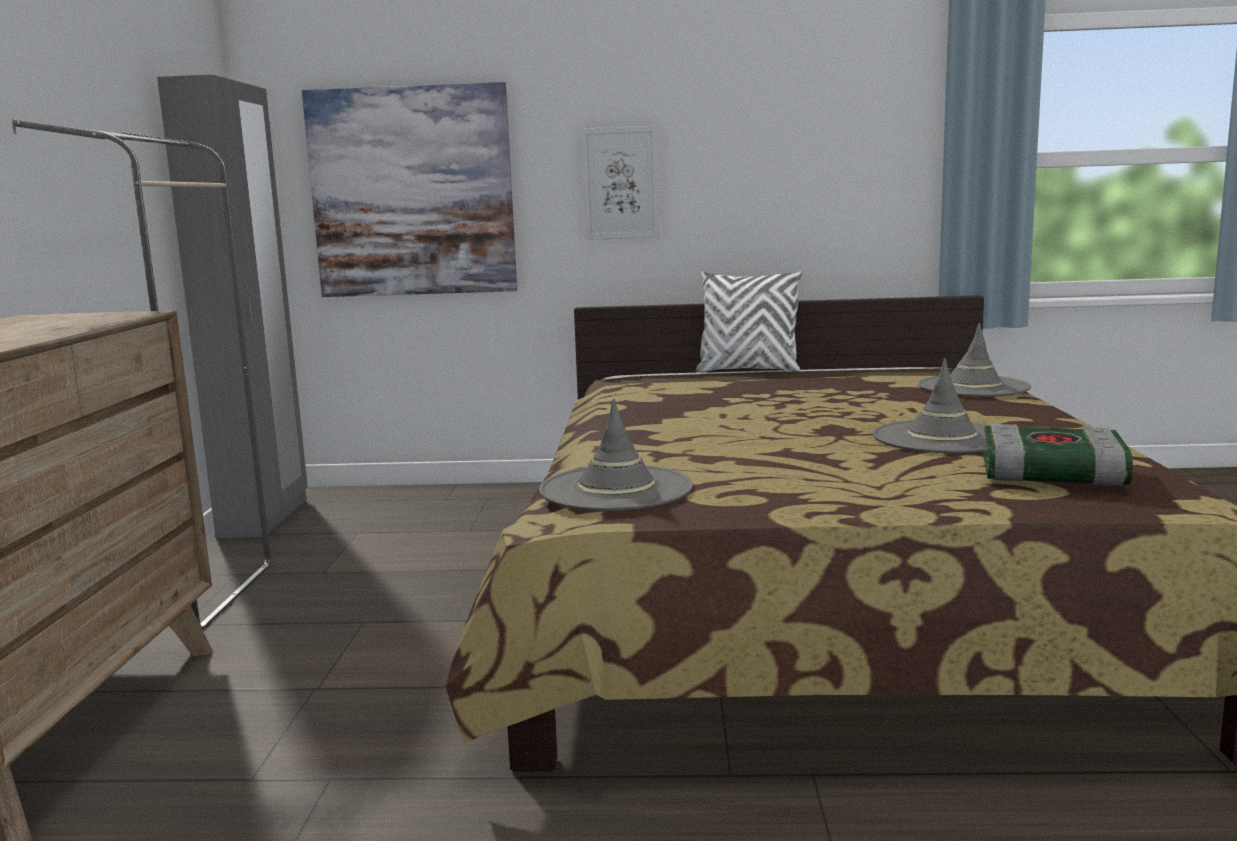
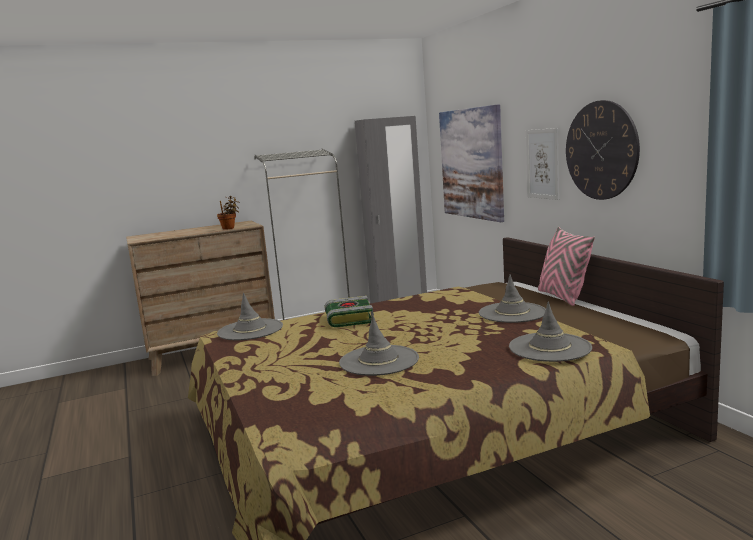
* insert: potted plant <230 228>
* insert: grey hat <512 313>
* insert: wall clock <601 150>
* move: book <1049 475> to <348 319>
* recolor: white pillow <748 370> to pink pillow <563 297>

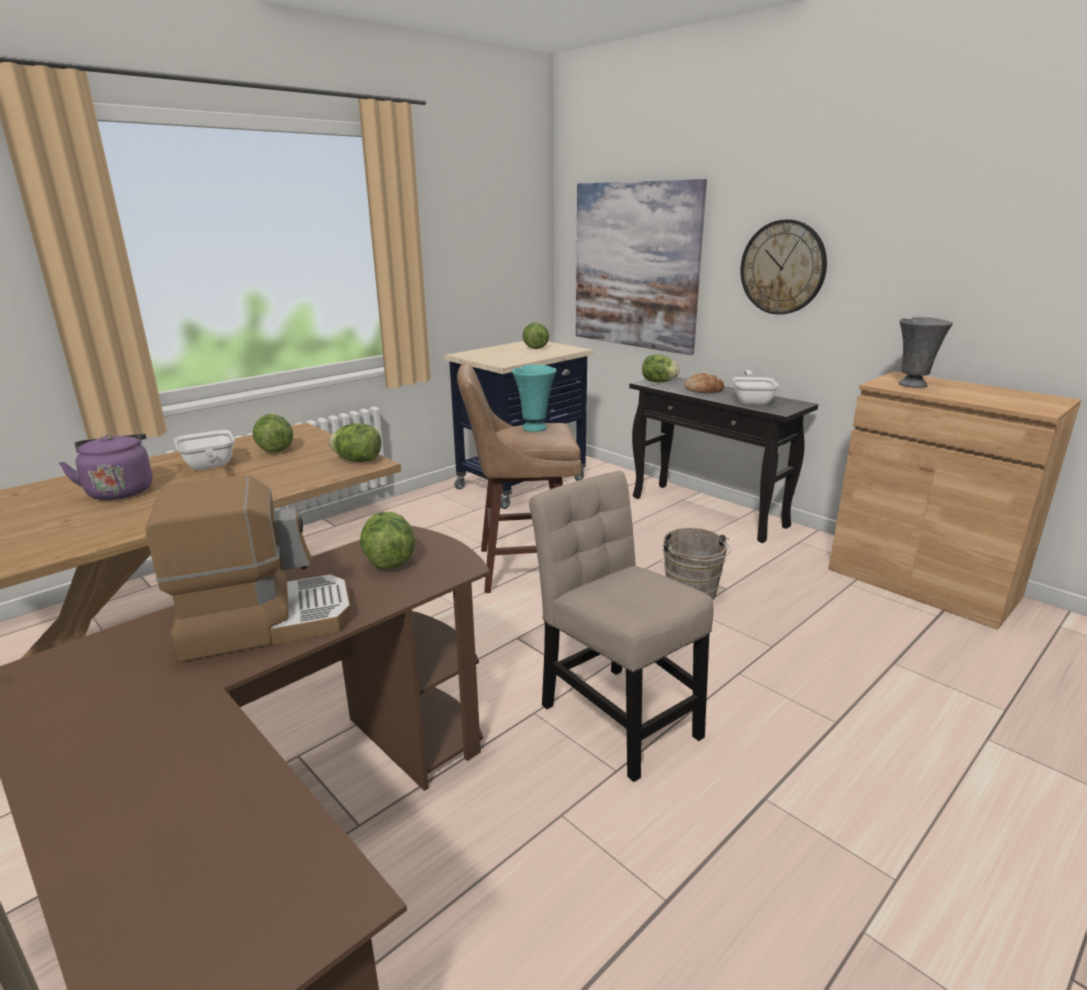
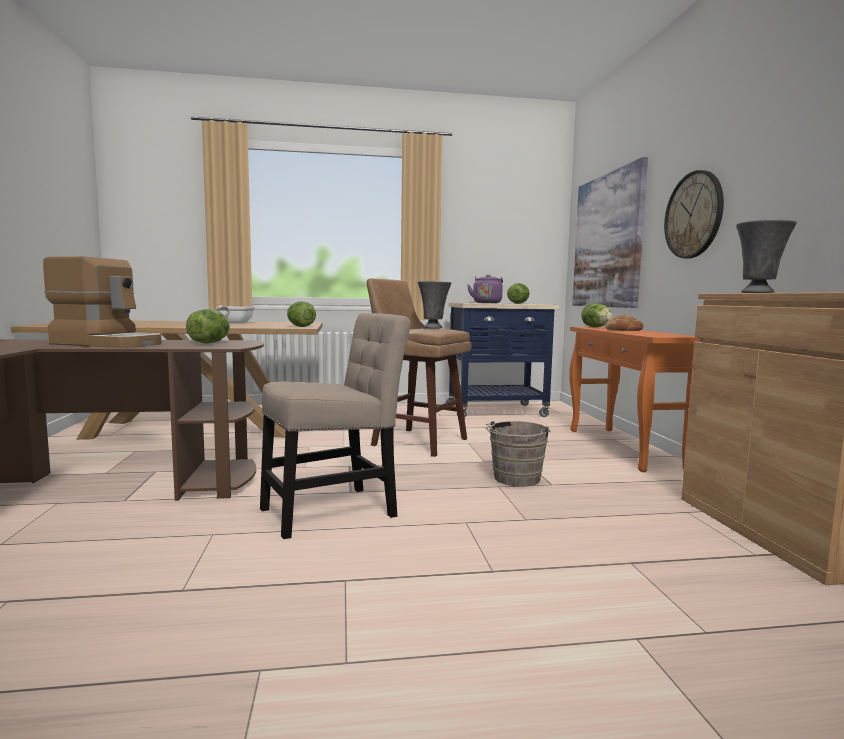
* delete: lettuce <275 449>
* delete: frying pan <752 401>
* move: purple kettle <120 491> to <487 303>
* recolor: turquoise vase <535 428> to grey vase <433 328>
* recolor: black console table <709 512> to orange console table <624 448>
* rotate: beige chair <615 714> = <335 510> 60 degrees clockwise

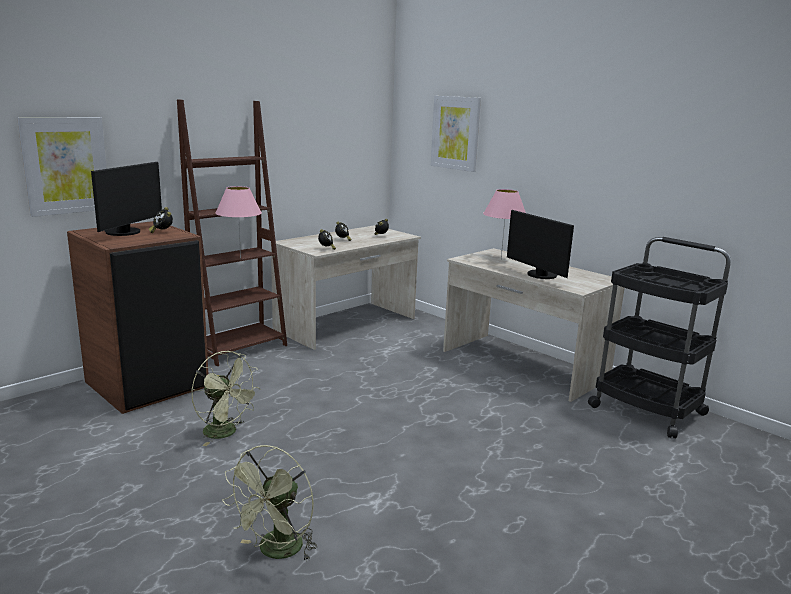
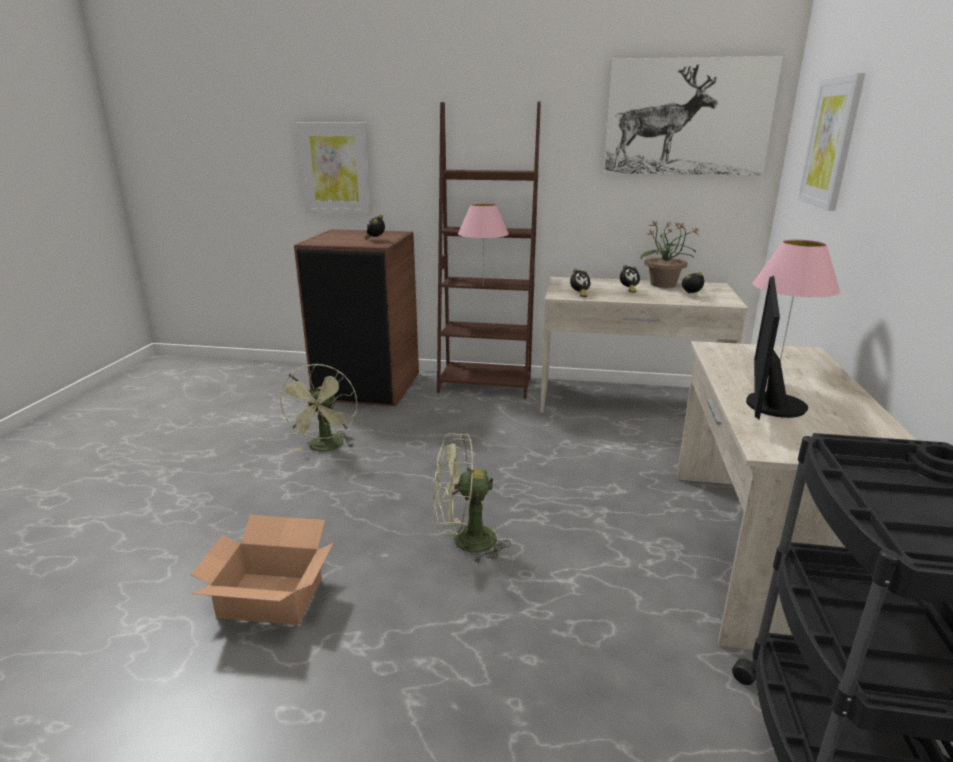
* delete: monitor <126 232>
* insert: cardboard box <270 597>
* insert: picture <687 117>
* insert: potted plant <663 285>
* move: green fan <276 552> to <464 542>

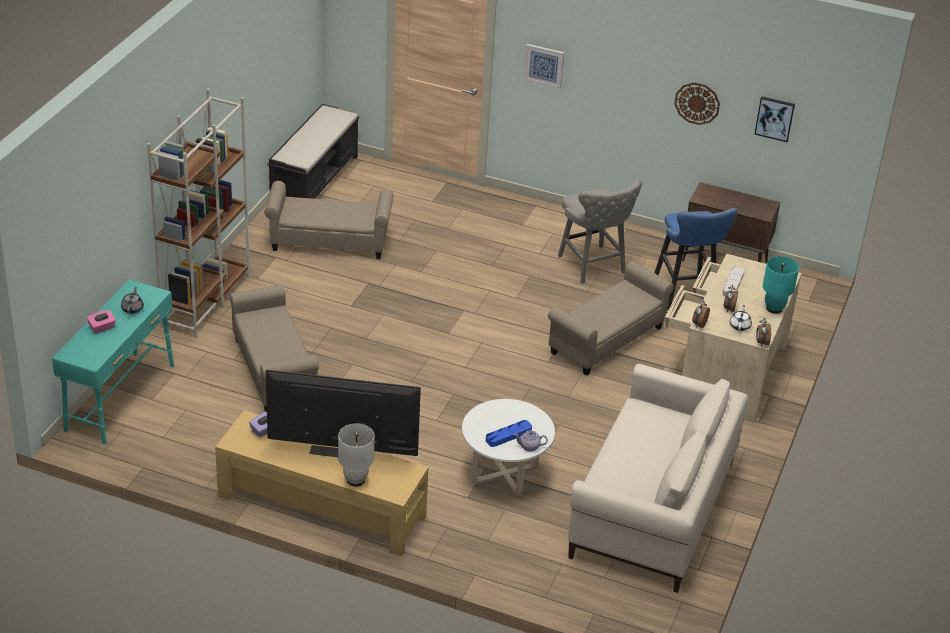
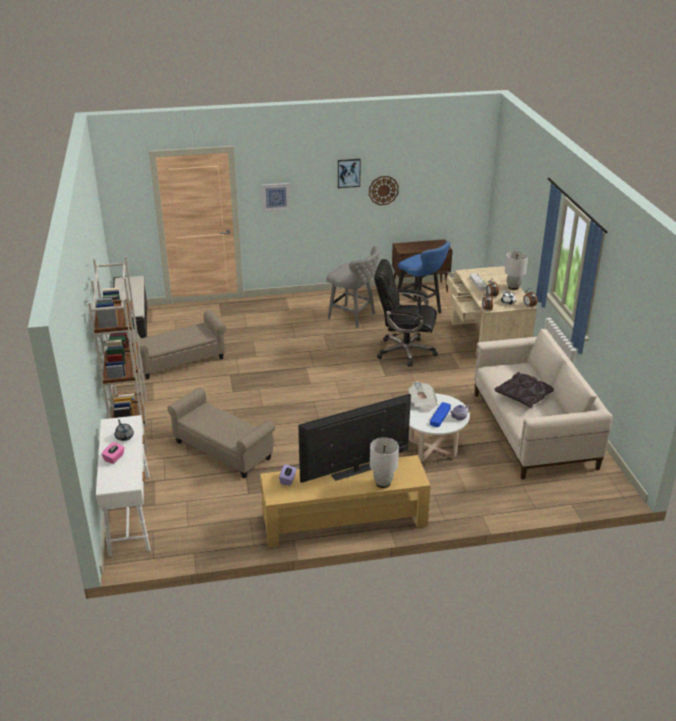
* insert: newspaper <422 404>
* insert: black pillow <524 395>
* move: picture <774 118> to <348 173>
* replace: beige ottoman <606 340> to black office chair <404 351>
* recolor: turquoise console table <121 398> to white console table <131 514>
* recolor: turquoise table lamp <774 308> to white table lamp <513 287>

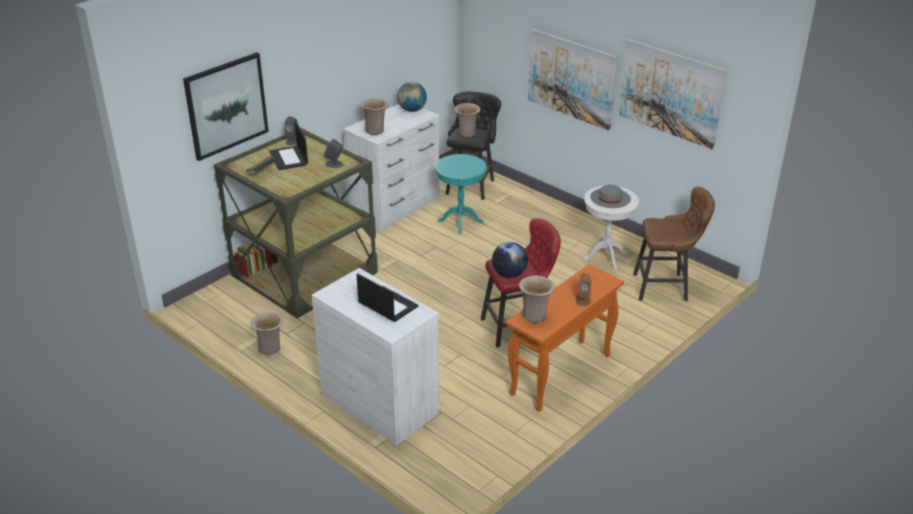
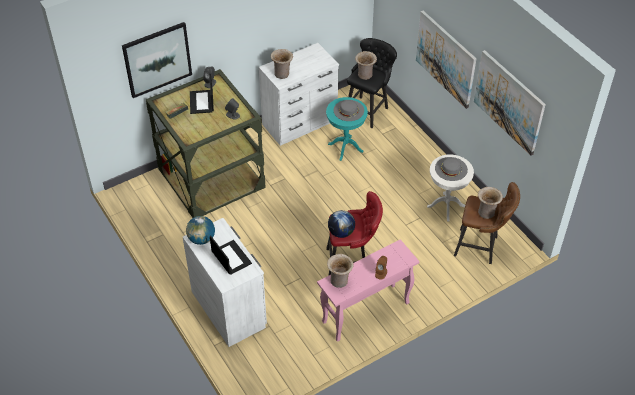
* insert: grey hat <348 110>
* move: beige vase <270 348> to <486 212>
* move: globe <412 110> to <201 239>
* recolor: orange console table <560 375> to pink console table <365 313>

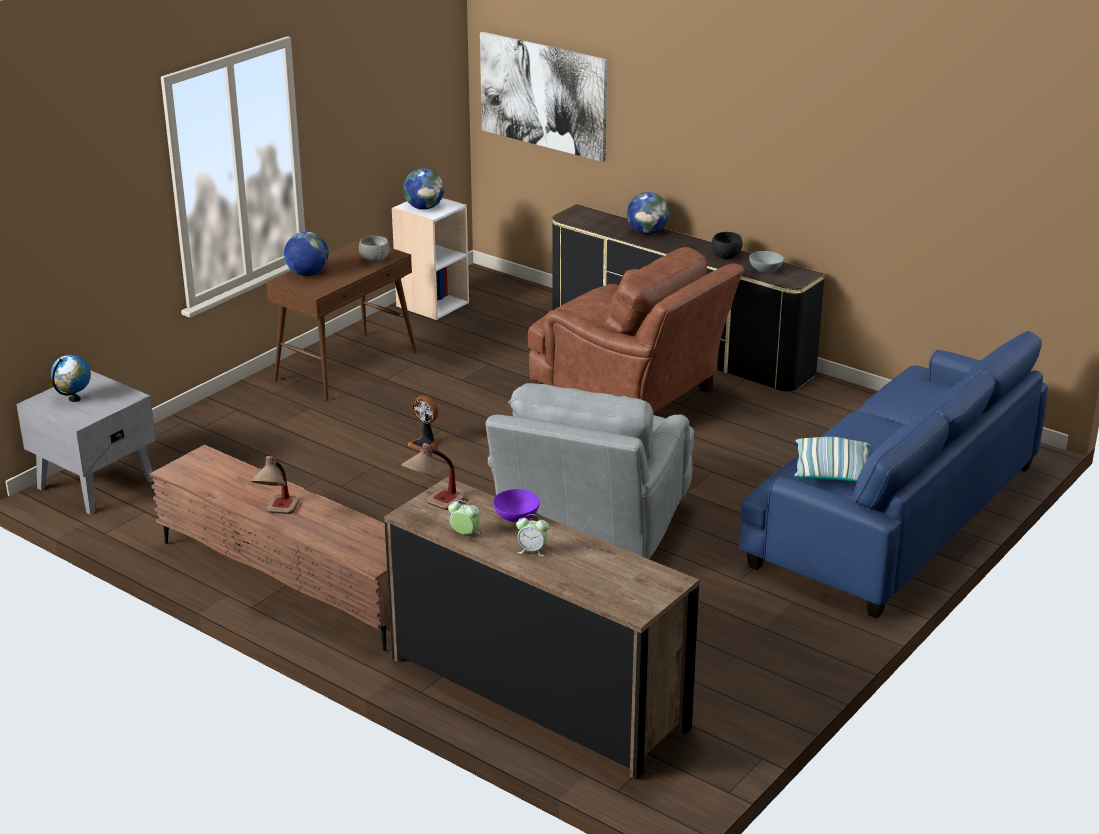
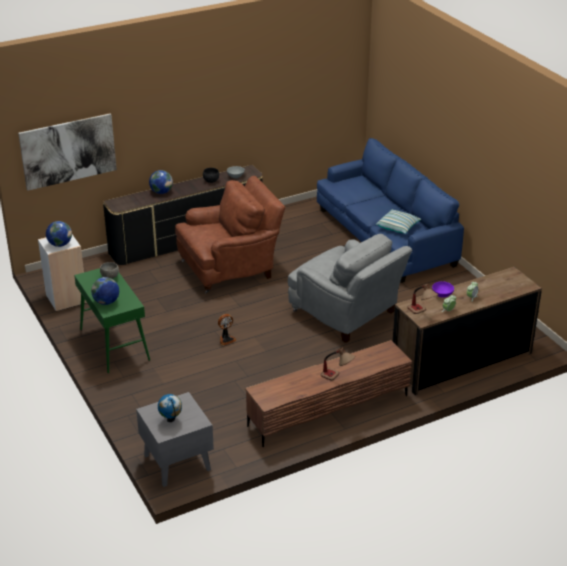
* recolor: brown console table <346 365> to green console table <114 344>

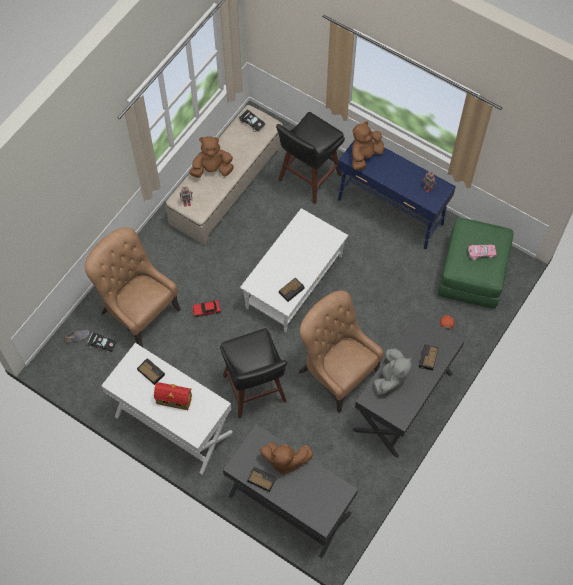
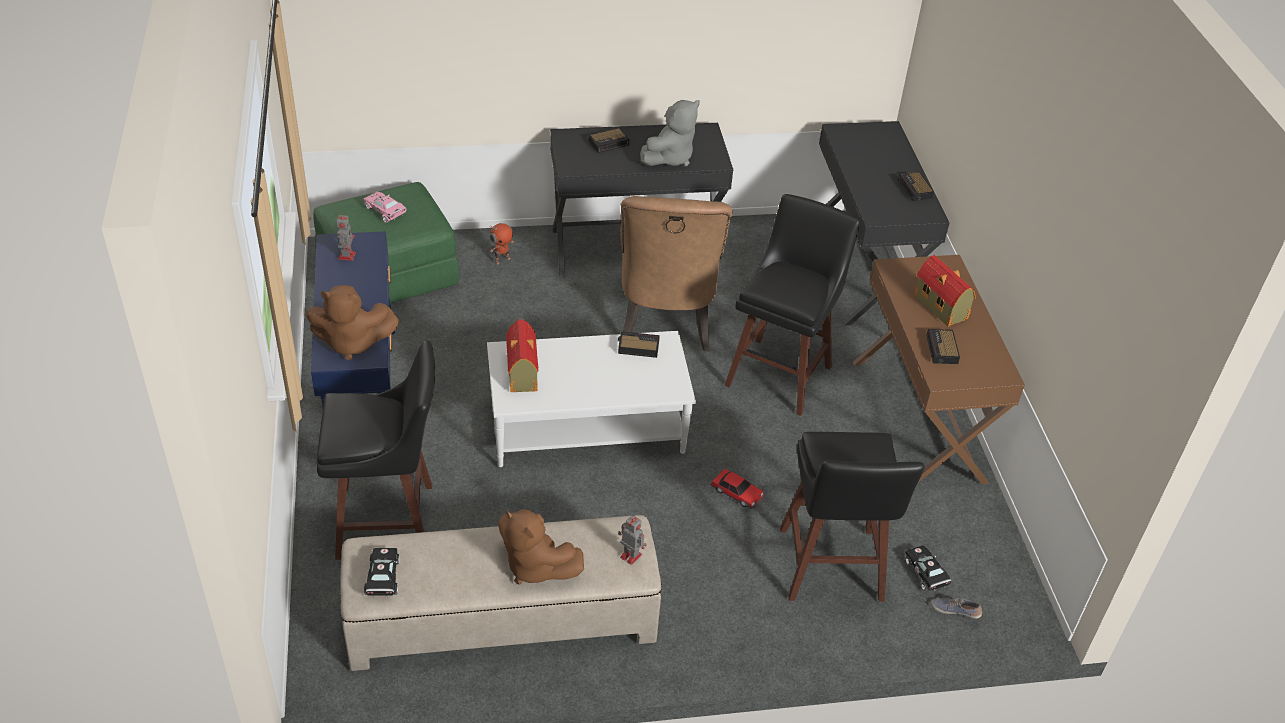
* delete: brown plush toy <284 460>
* insert: toy house <522 374>
* replace: brown chair <139 311> to black stool <831 568>
* recolor: white console table <173 424> to brown console table <919 420>
* rotate: grey plush toy <391 378> = <670 157> 150 degrees clockwise

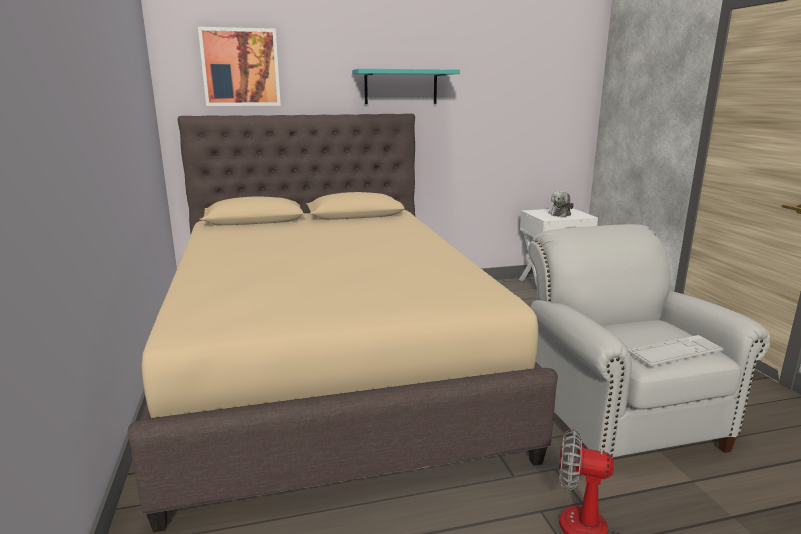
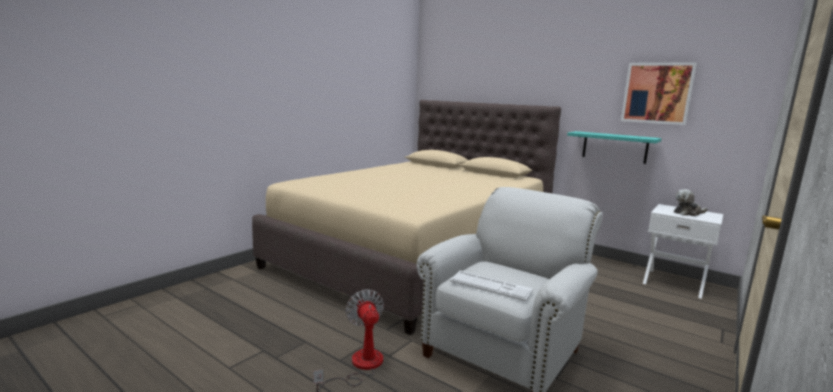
* move: picture <240 67> to <657 93>
* move: turquoise shelf <401 87> to <614 147>

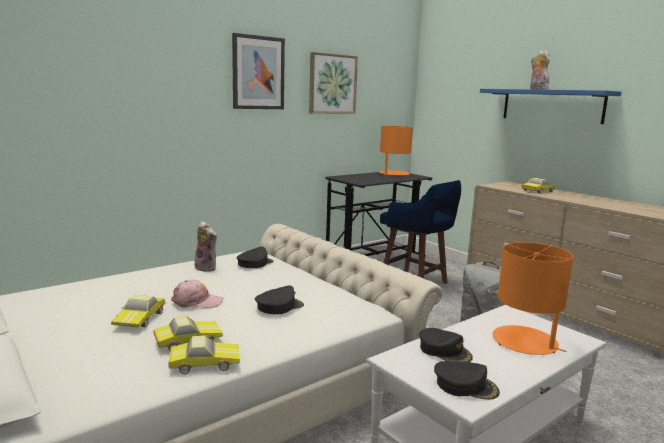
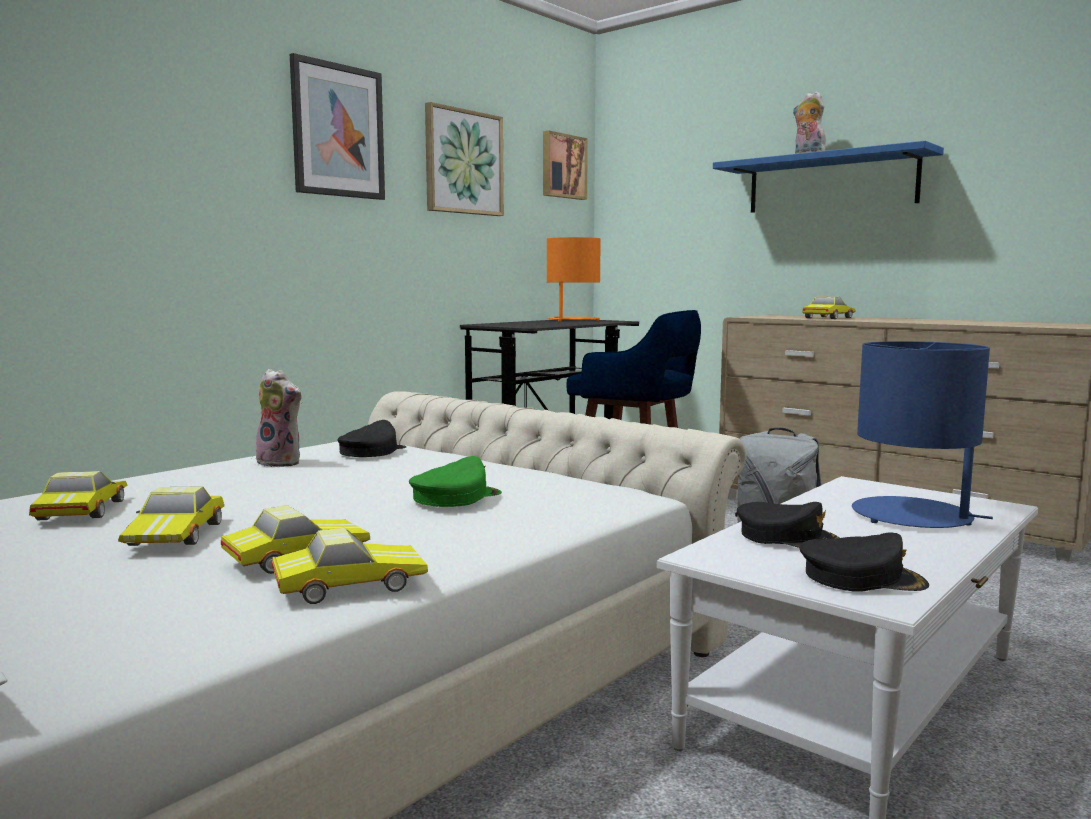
* delete: pink cap <197 301>
* insert: toy car <79 510>
* insert: picture <562 166>
* recolor: black cap <279 306> to green cap <455 497>
* recolor: orange table lamp <525 342> to blue table lamp <913 516>

